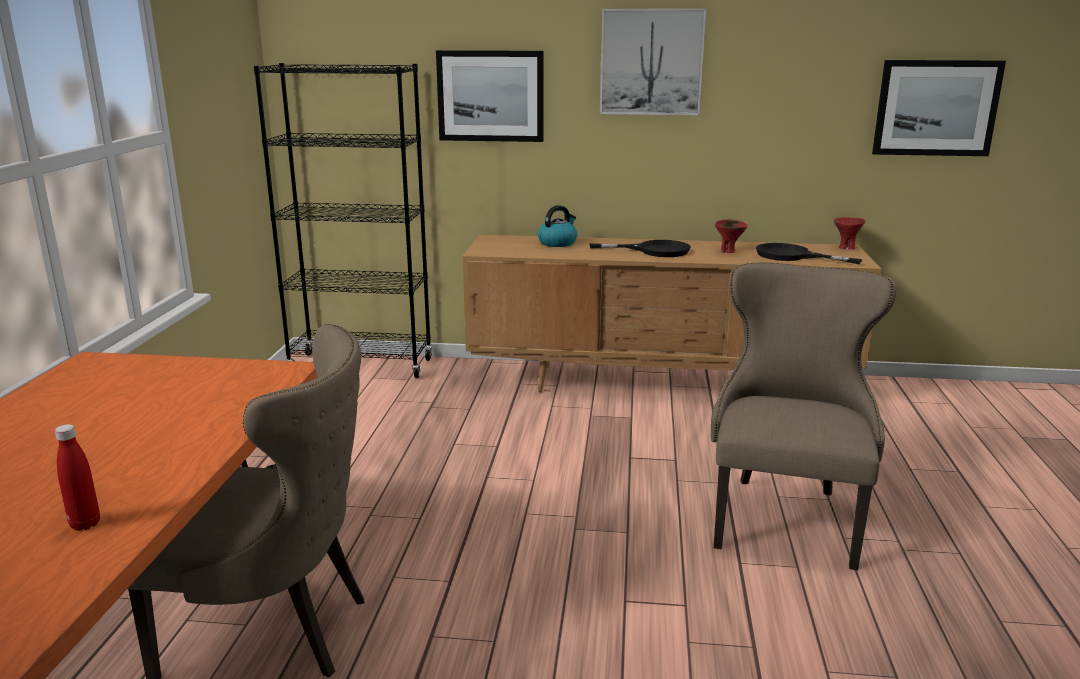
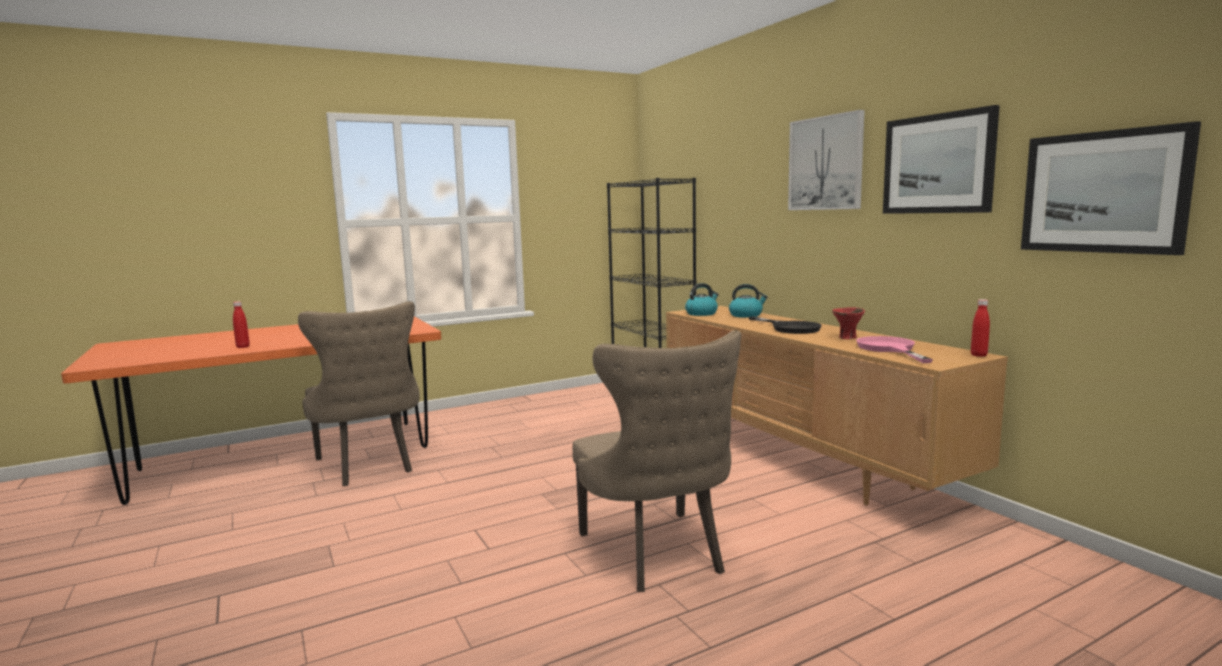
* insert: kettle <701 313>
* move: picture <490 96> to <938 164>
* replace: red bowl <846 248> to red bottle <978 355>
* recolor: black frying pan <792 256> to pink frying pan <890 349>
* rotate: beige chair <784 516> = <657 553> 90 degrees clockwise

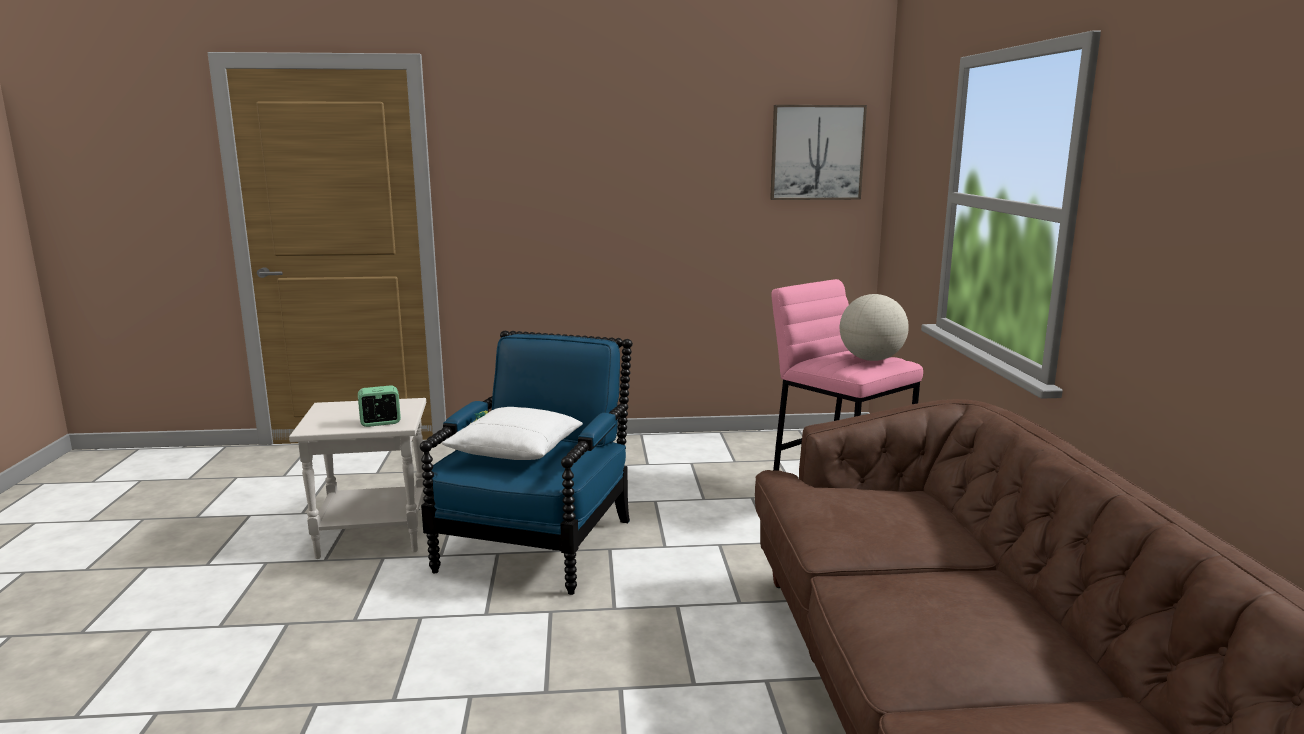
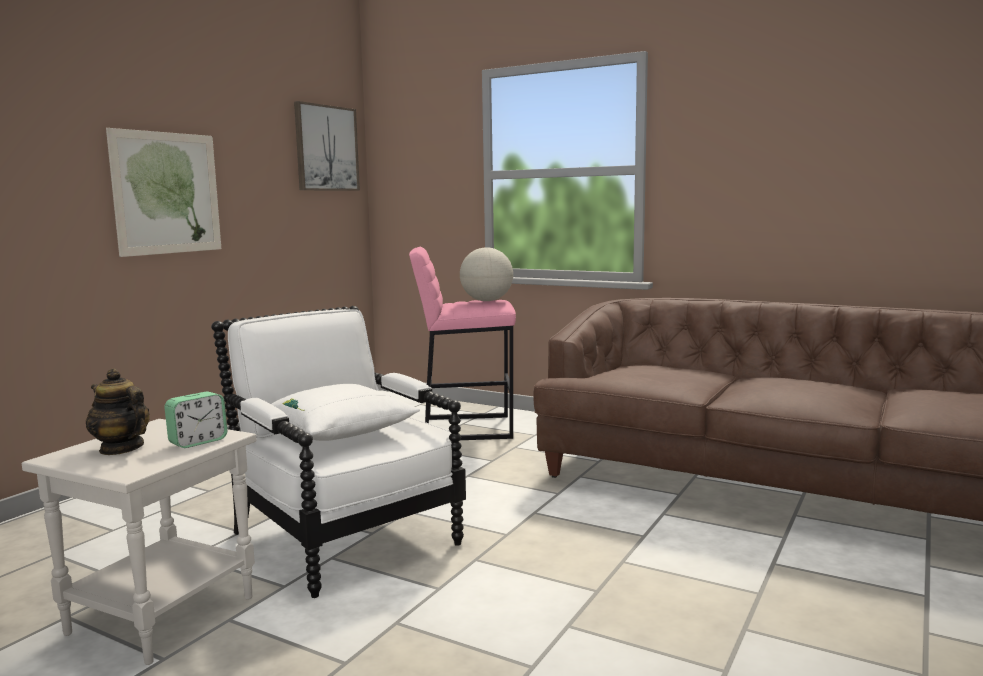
* insert: teapot <121 448>
* insert: picture <167 193>
* recolor: blue armchair <539 541> to white armchair <344 534>
* rotate: alarm clock <380 423> = <198 442> 150 degrees counterclockwise

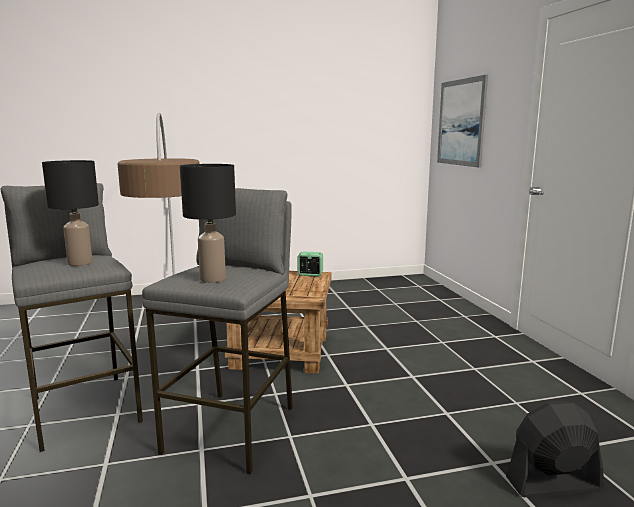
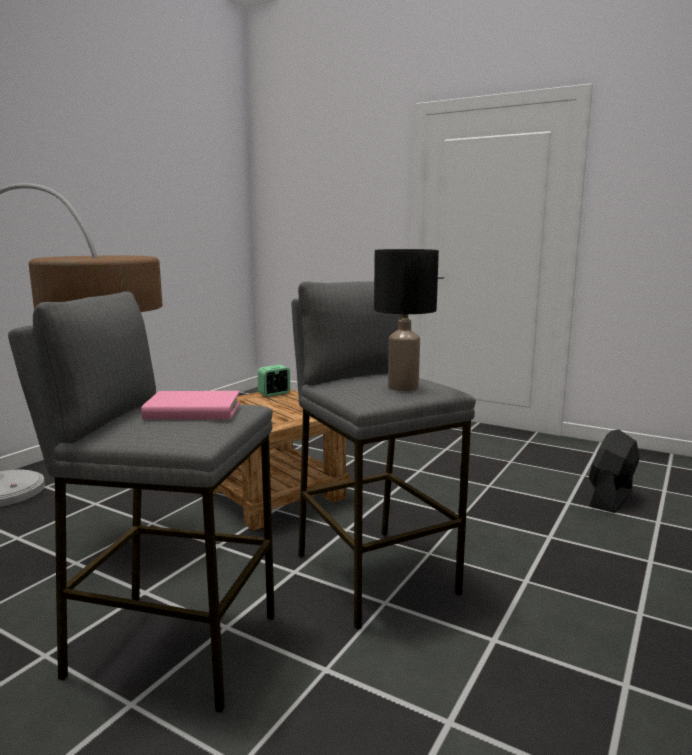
* delete: picture <461 122>
* replace: black table lamp <80 263> to pink book <193 411>

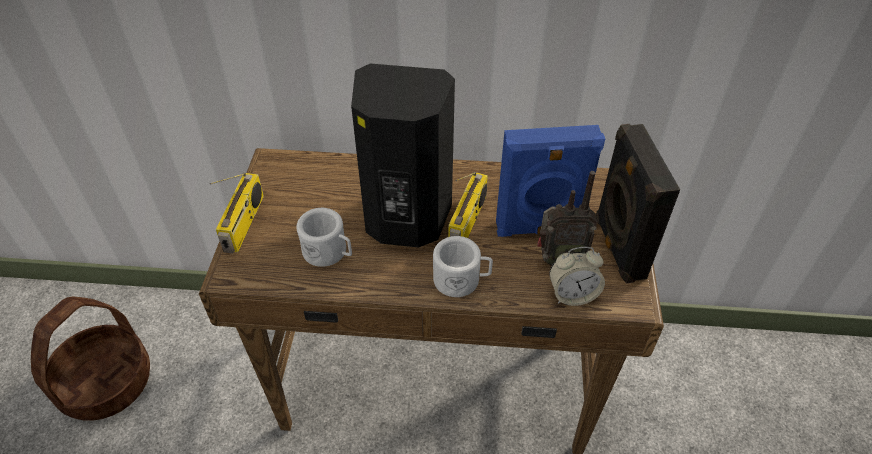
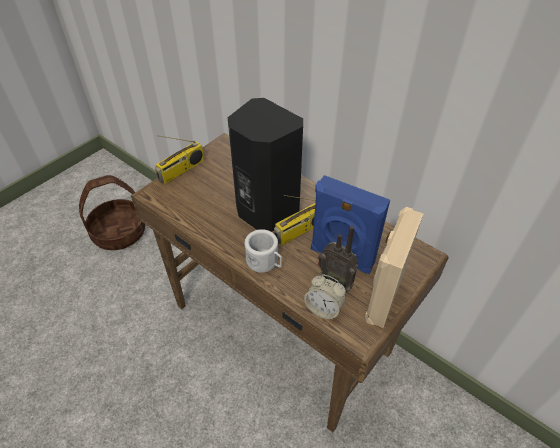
* delete: white mug <329 252>
* recolor: black speaker <617 247> to beige speaker <382 297>

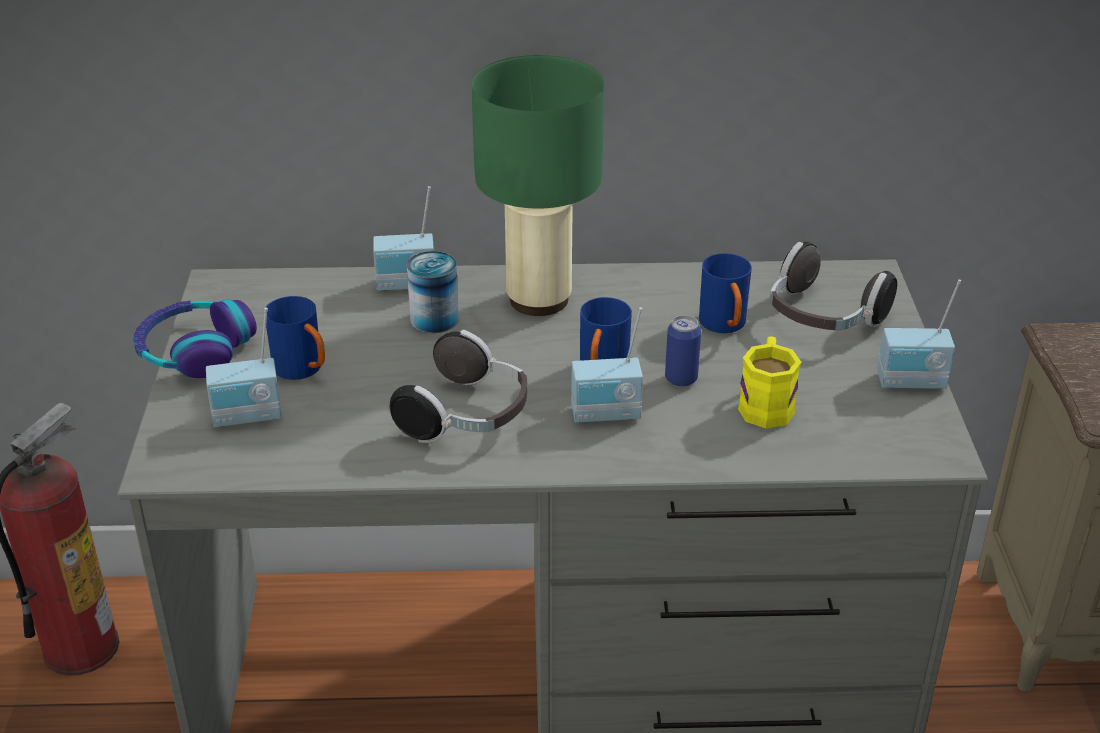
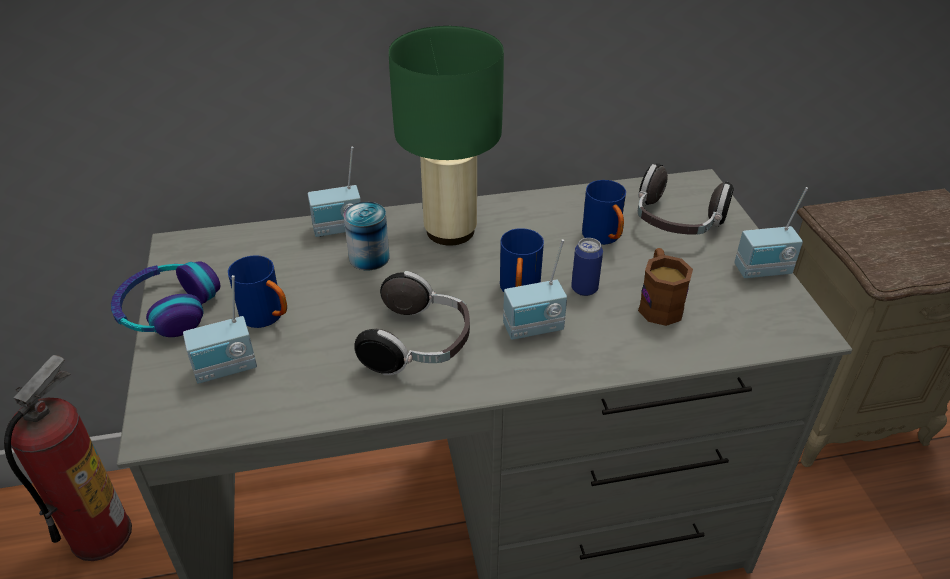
* recolor: yellow mug <766 403> to brown mug <658 302>

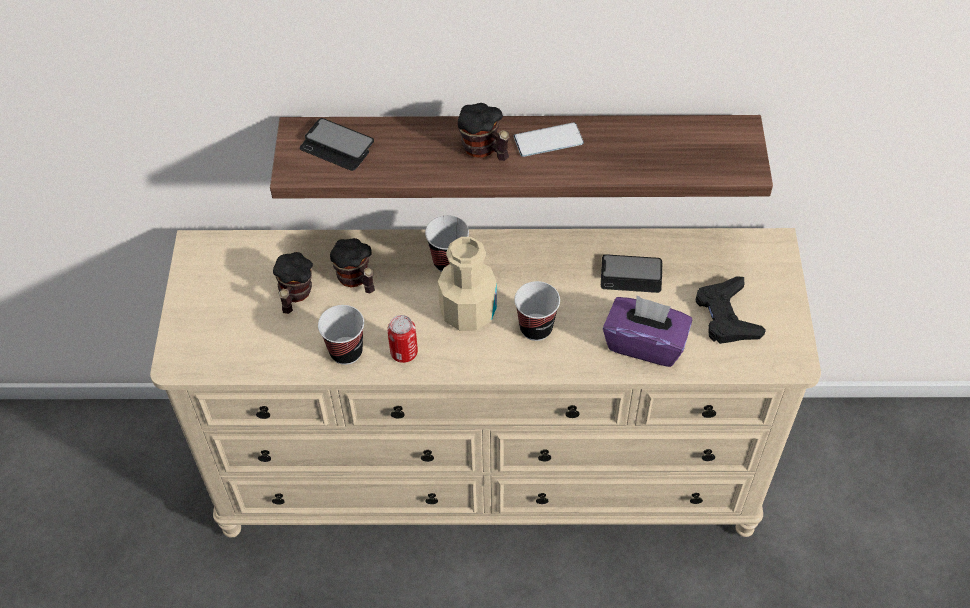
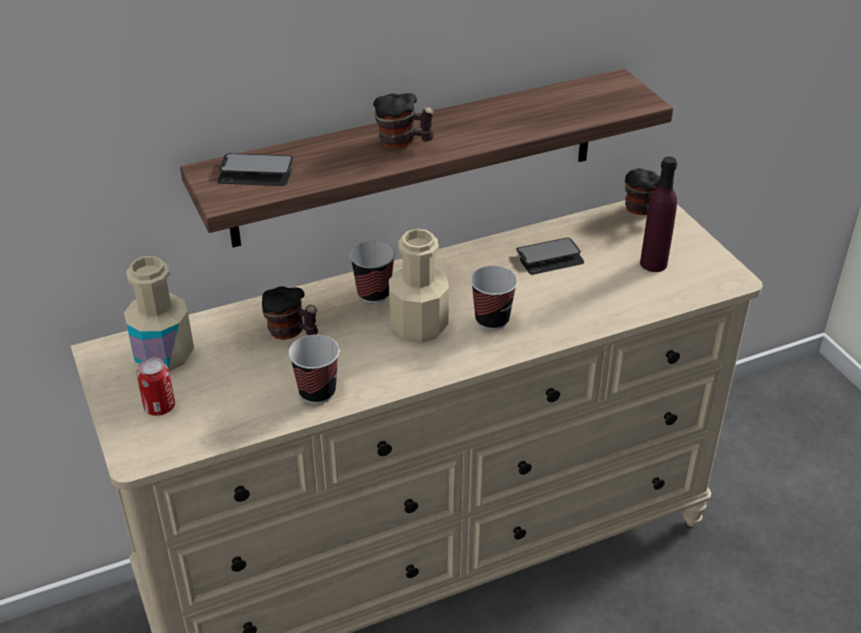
* delete: phone <548 140>
* delete: purple tissue box <644 343>
* insert: beige bottle <164 354>
* move: mug <294 296> to <642 212>
* move: can <404 352> to <159 407>
* replace: black game controller <726 316> to purple bottle <653 263>

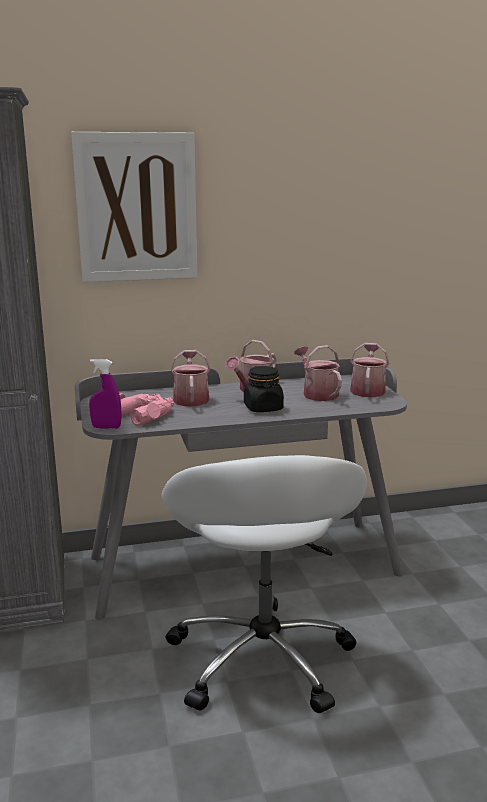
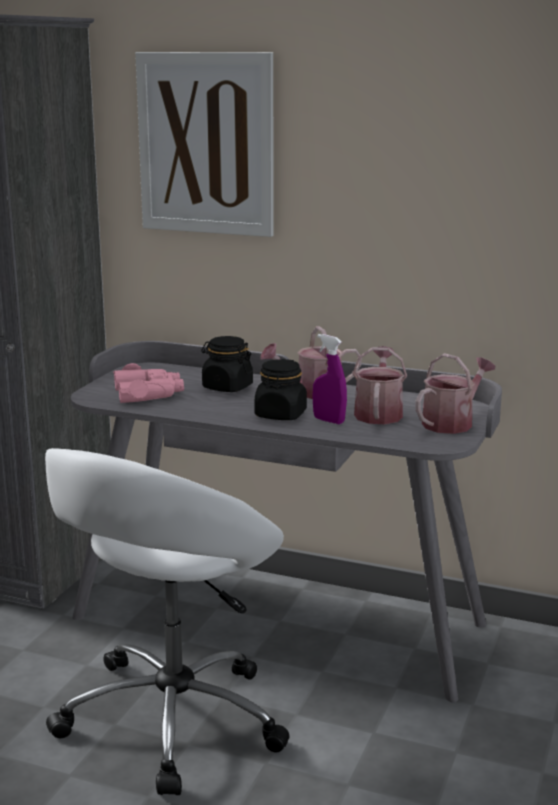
* move: purple spray bottle <106 427> to <329 420>
* replace: watering can <191 398> to black jar <227 387>

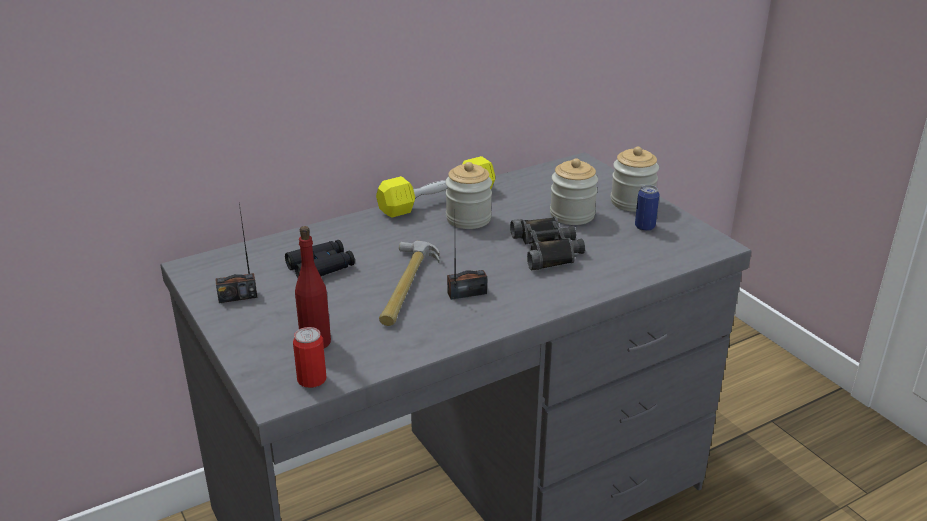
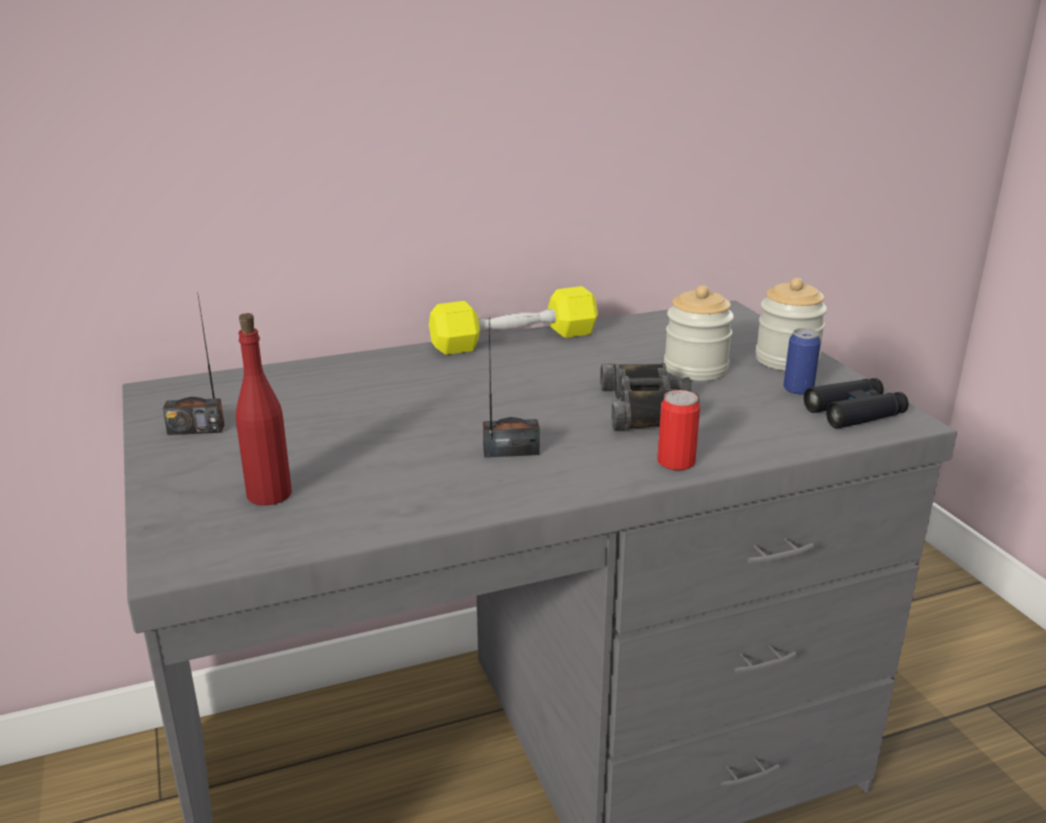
* delete: hammer <405 286>
* delete: jar <468 219>
* move: black binoculars <321 267> to <854 412>
* move: can <312 379> to <676 462>

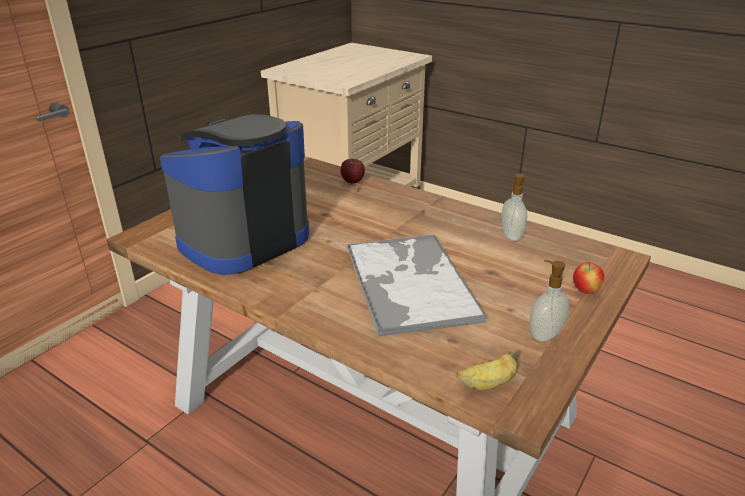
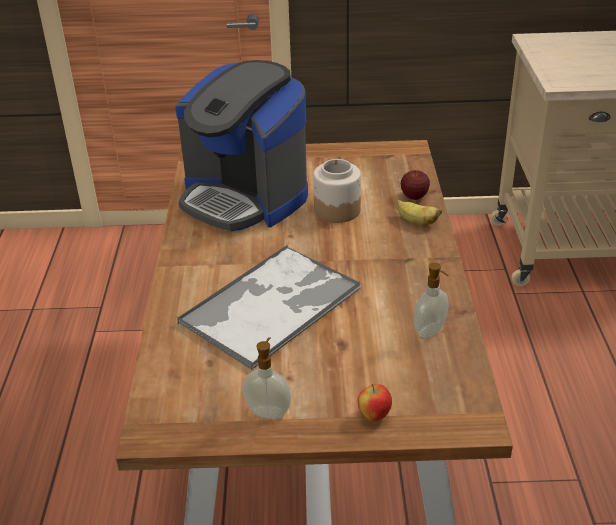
* insert: jar <337 210>
* move: banana <487 384> to <416 221>
* rotate: coffee machine <243 239> = <244 198> 150 degrees counterclockwise

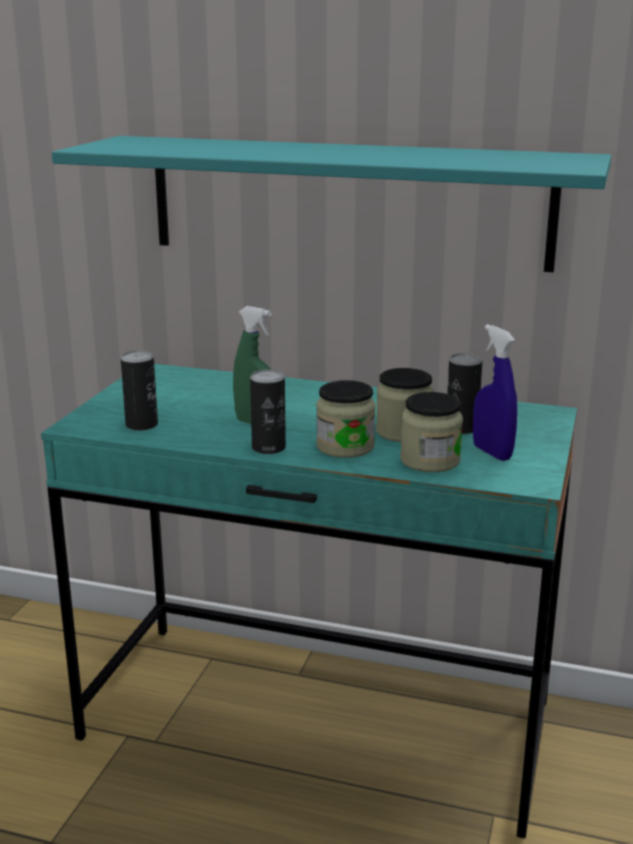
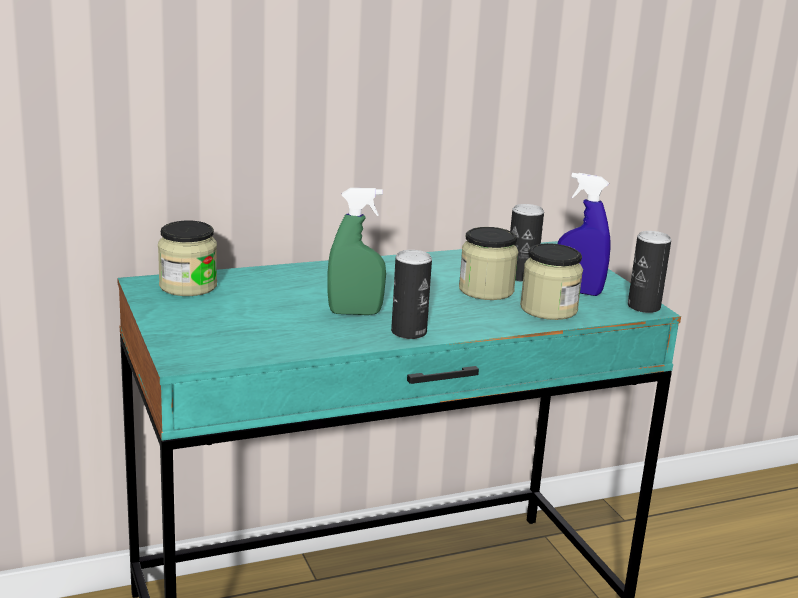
* delete: turquoise shelf <347 201>
* move: can <141 425> to <643 307>
* move: jar <345 447> to <188 286>

